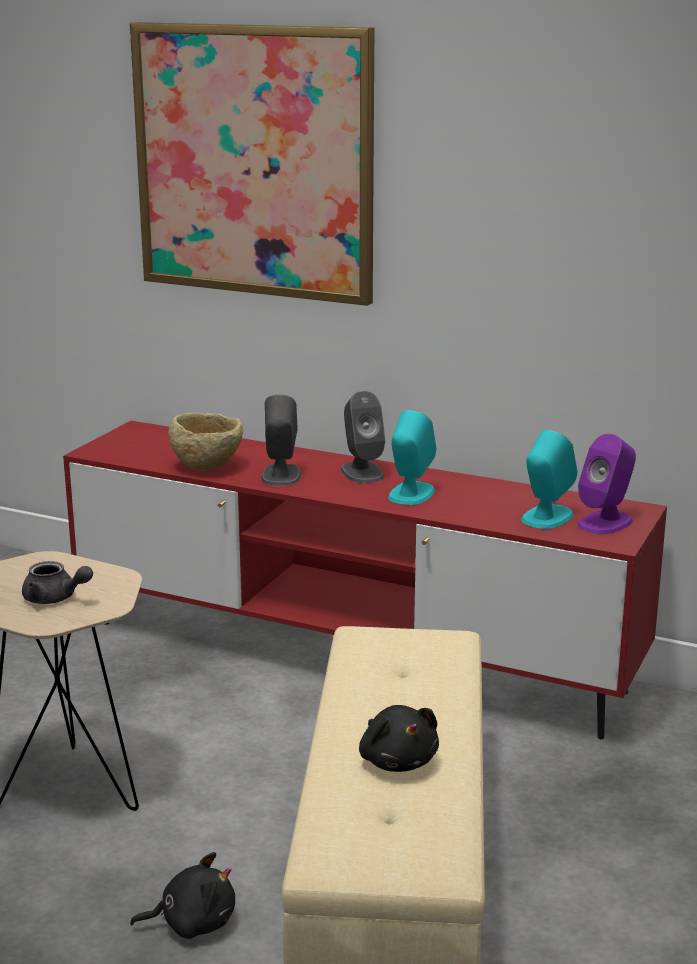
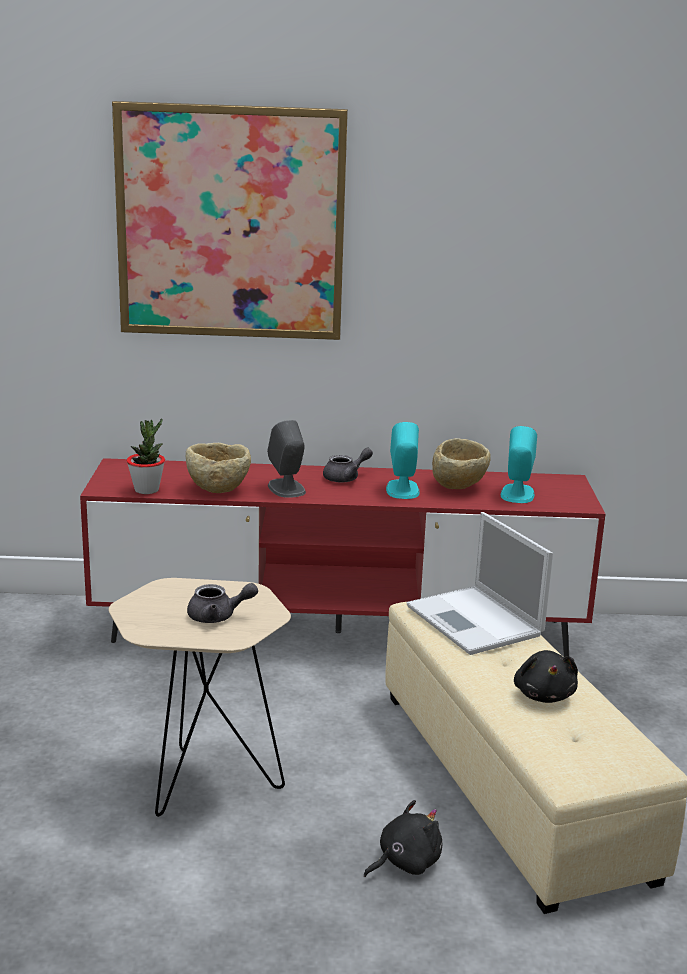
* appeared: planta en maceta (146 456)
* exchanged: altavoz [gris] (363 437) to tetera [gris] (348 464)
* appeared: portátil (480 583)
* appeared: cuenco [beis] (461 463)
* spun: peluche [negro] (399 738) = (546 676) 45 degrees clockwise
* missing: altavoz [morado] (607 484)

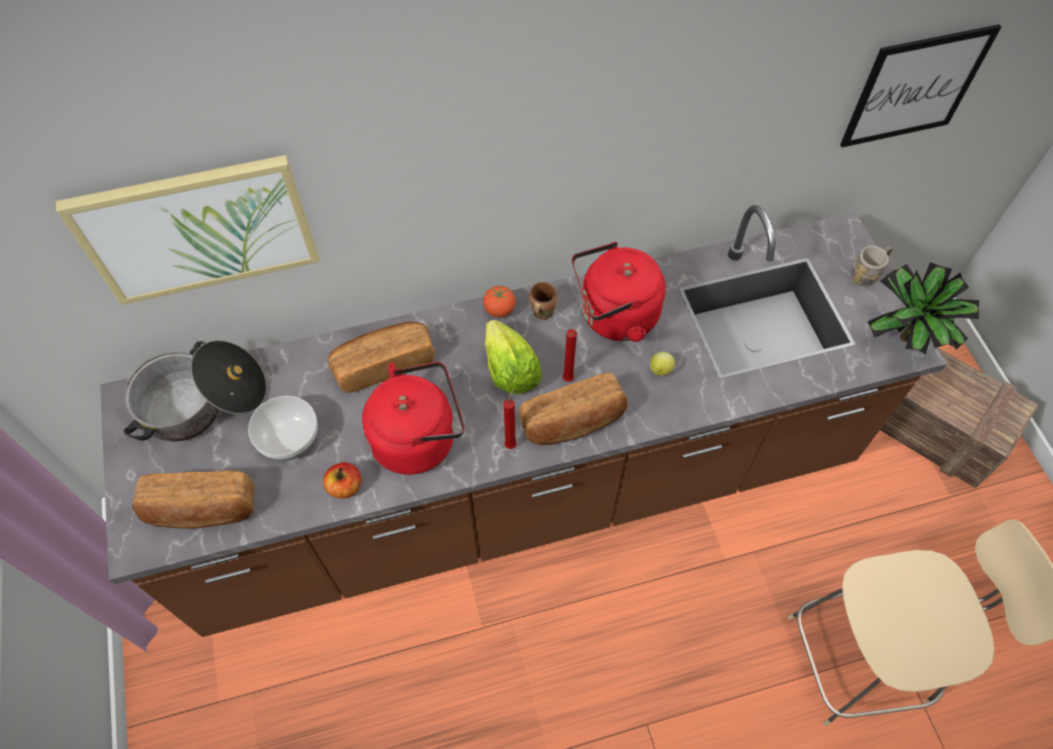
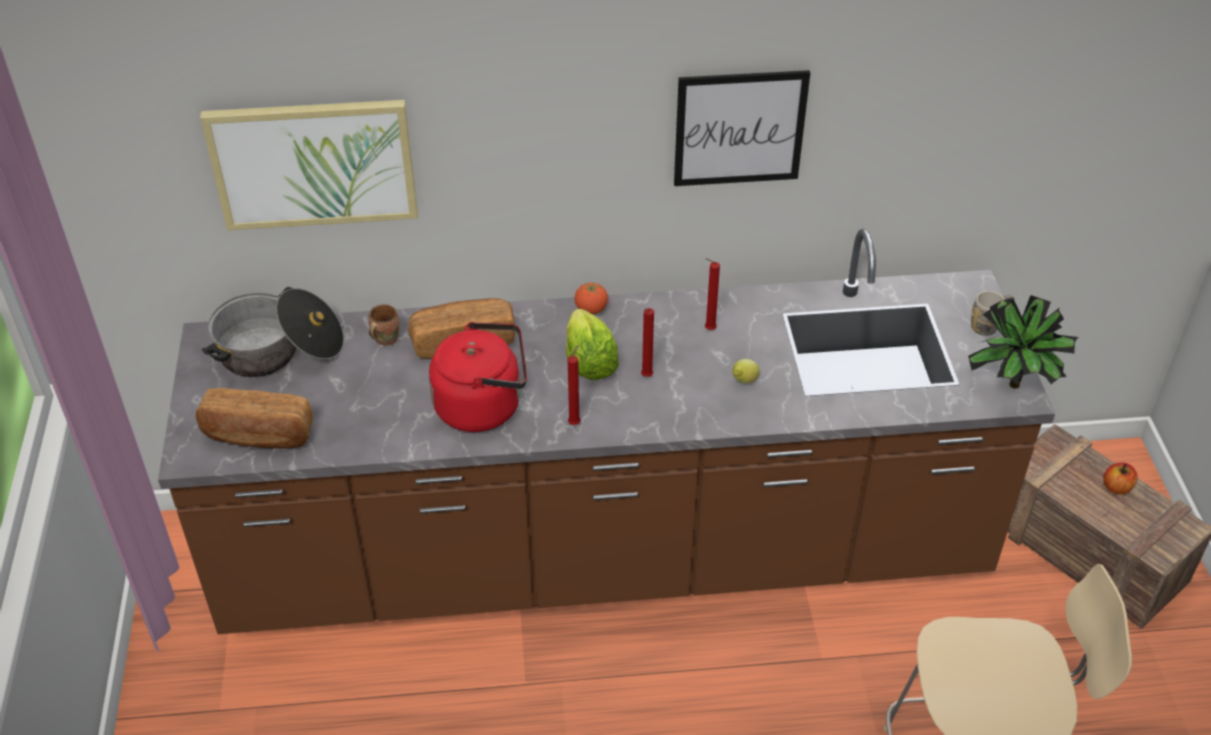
* relocated: taza grande [marrón] (543 300) to (384 325)
* relocated: cuadro (920 85) to (742 128)
* exchanged: hervidor [rojo] (619 292) to vela [rojo] (712 294)
* relocated: manzana (342 480) to (1120 478)
* missing: cuenco (283 428)
* missing: pan (573 409)

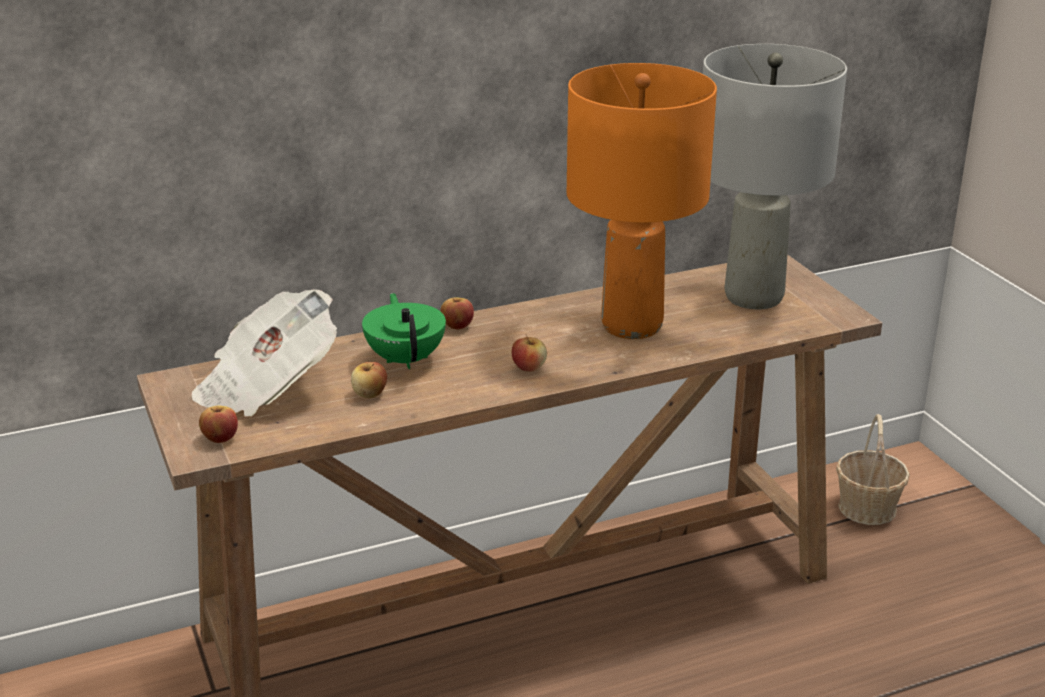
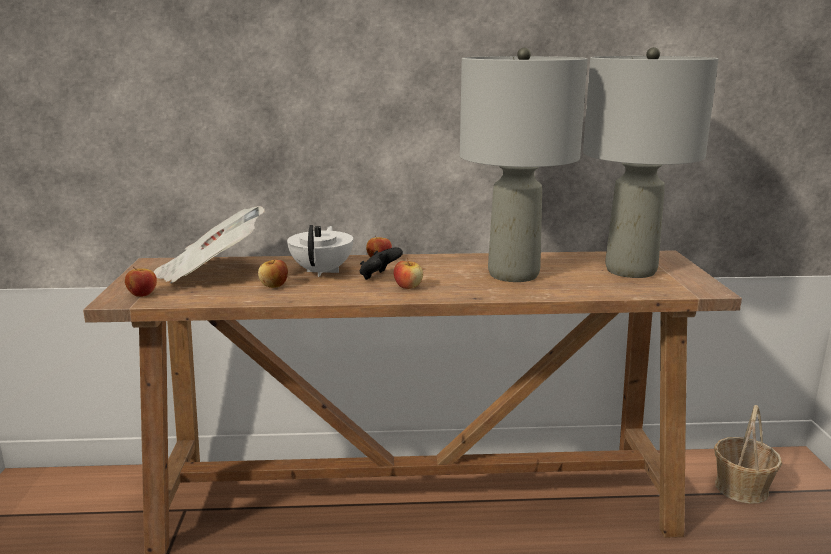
* colour: tetera [verde] (404 331) to tetera [blanco] (320 251)
* appeared: mando de consola [negro] (381 263)
* colour: lámpara de mesa [naranja] (642 201) to lámpara de mesa [gris] (524 165)

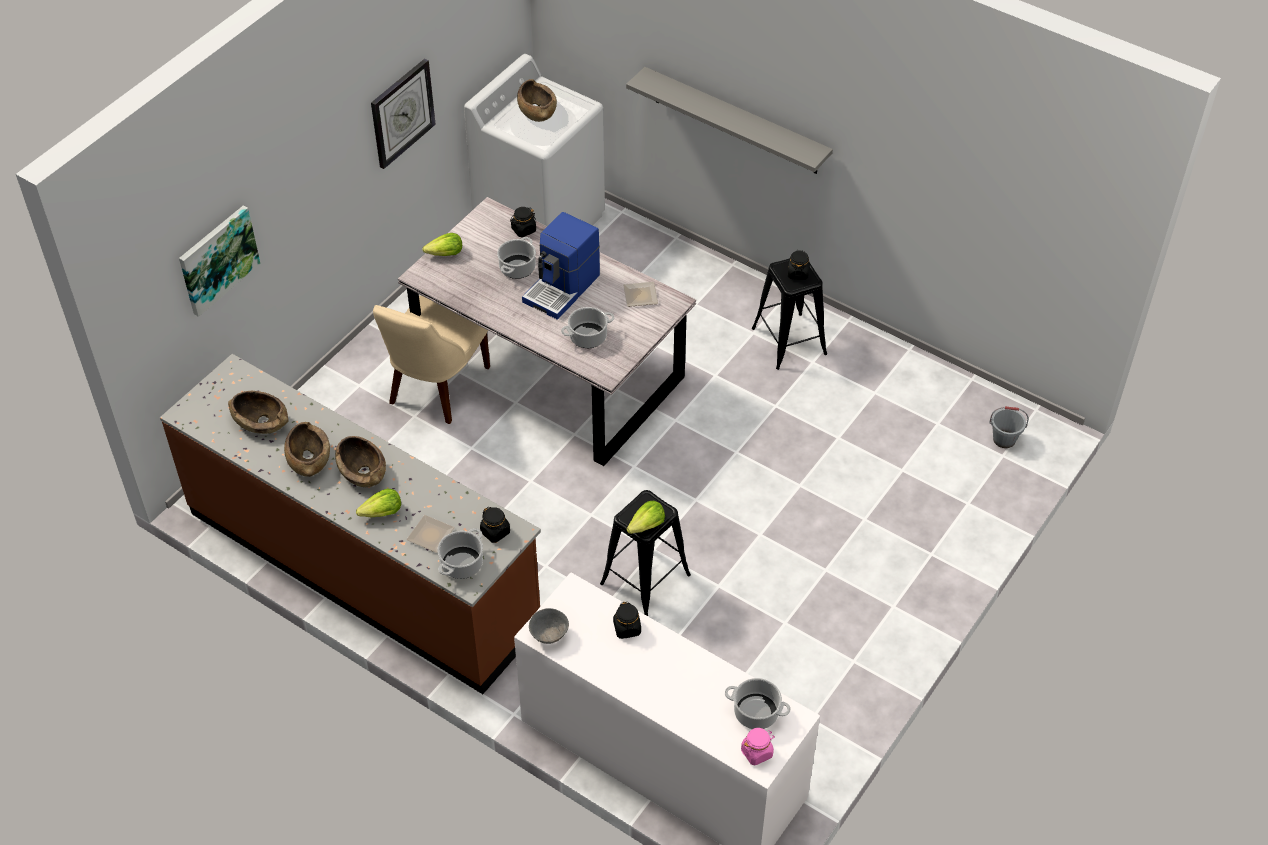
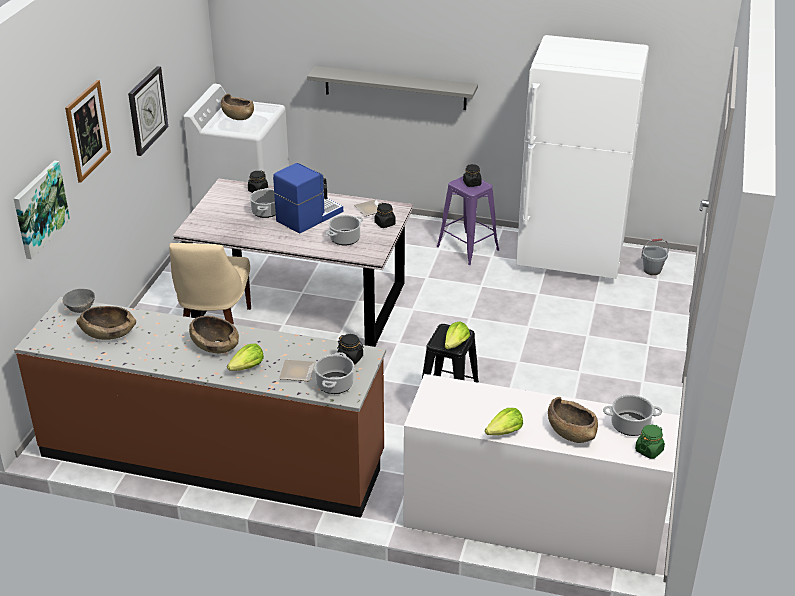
* relocated: cuenco [gris] (549 626) to (79 301)
* appeared: cuadro (88 131)
* spun: cafetera (561 266) = (308 198) 150 degrees counterclockwise
* relocated: tarro [negro] (627 620) to (385 215)
* colour: taburete [negro] (789 314) to taburete [morado] (468 220)
* relocated: lechuga (442 244) to (504 421)
* appeared: nevera [blanco] (582 157)
* relocated: cuenco [marrón] (307 449) to (573 420)
* colour: tarro [rosa] (758 747) to tarro [verde] (650 442)

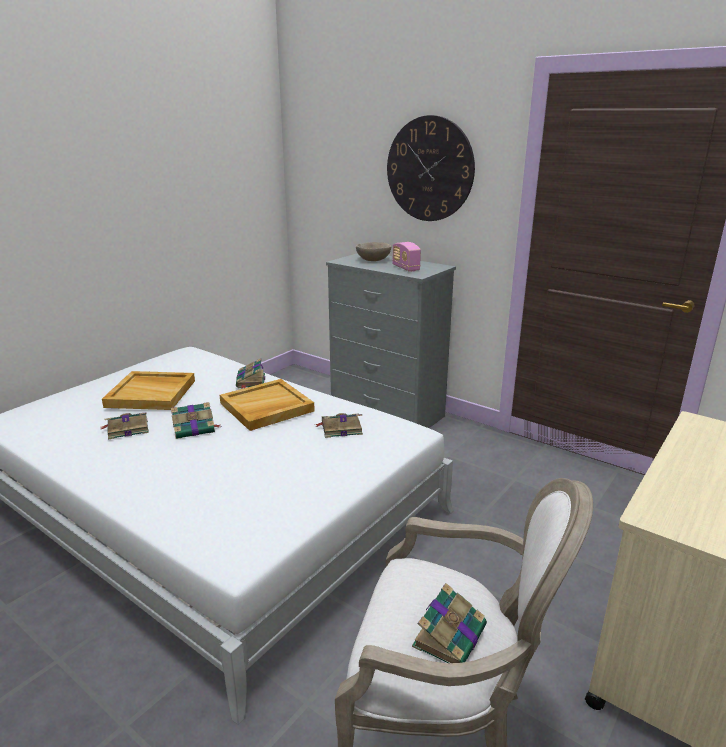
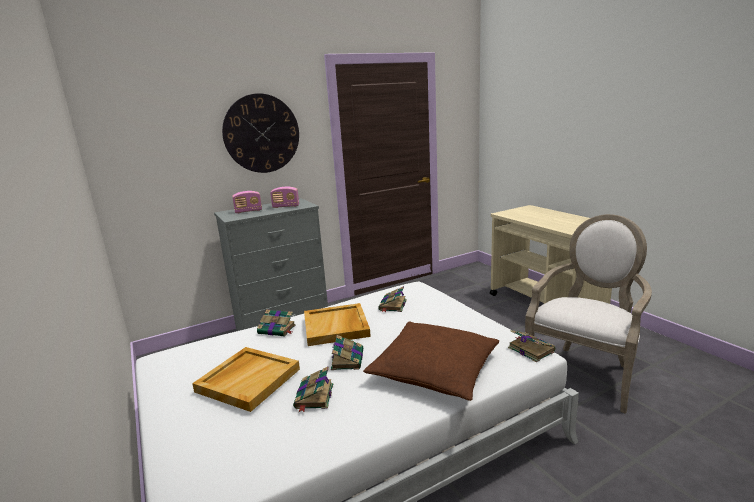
* exchanged: cuenco [beis] (373 251) to radio (247 202)
* appeared: cojín [marrón] (431 361)
* relocated: libro (449 623) to (531 346)

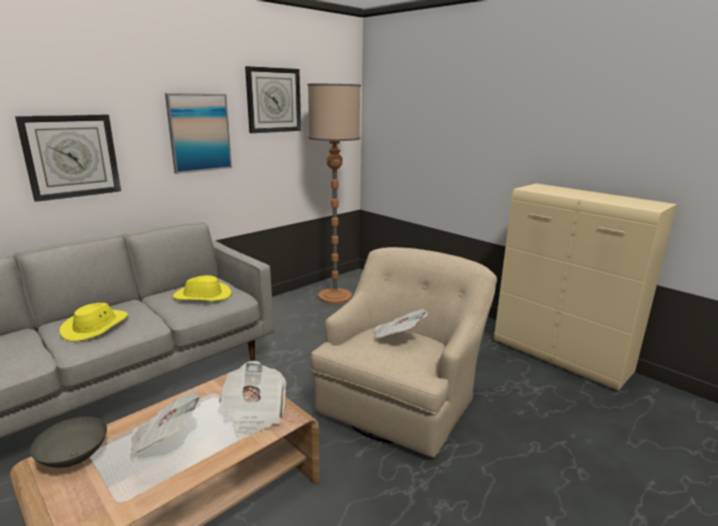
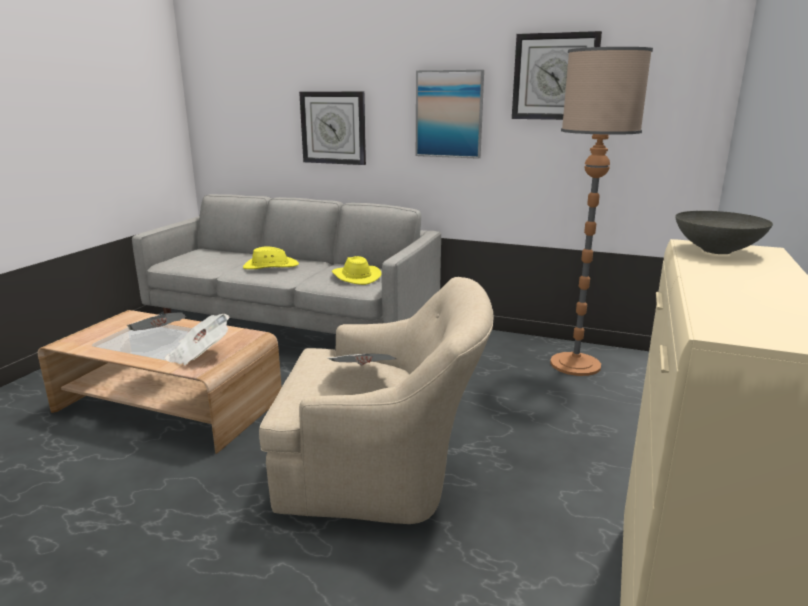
* relocated: cuenco [gris] (68 442) to (724 232)

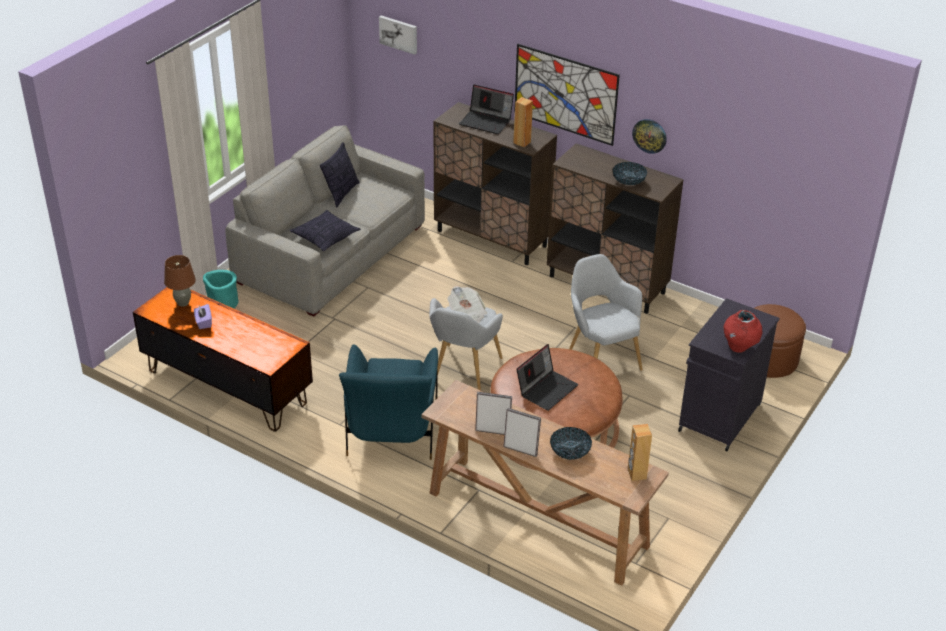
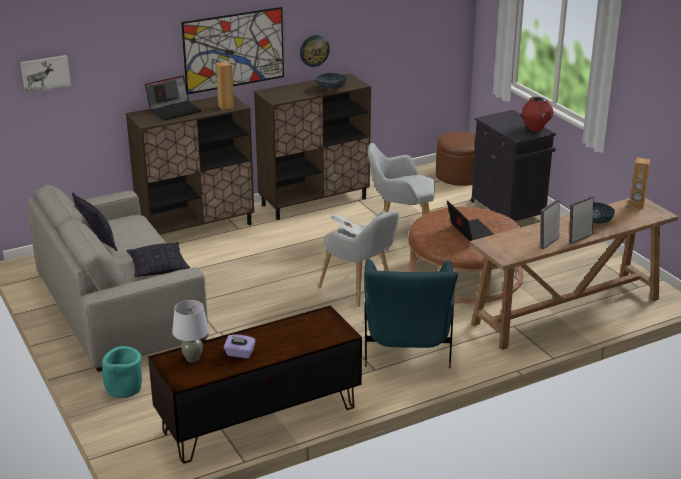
* colour: lámpara de mesa [marrón] (180 281) to lámpara de mesa [gris] (190 331)
* spun: sillón [azul] (388 402) = (411 314) 60 degrees clockwise

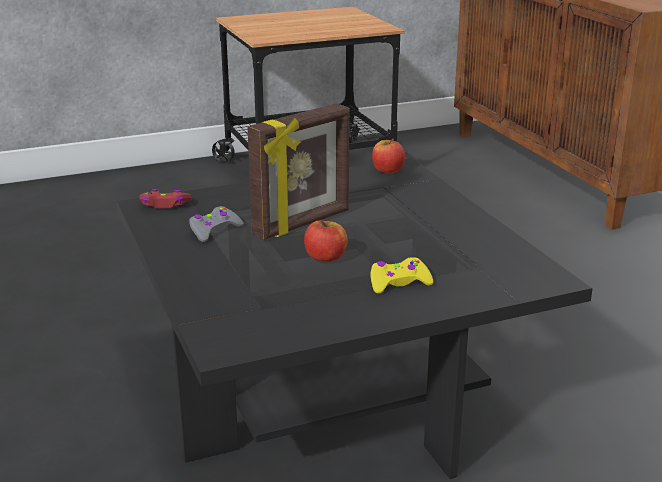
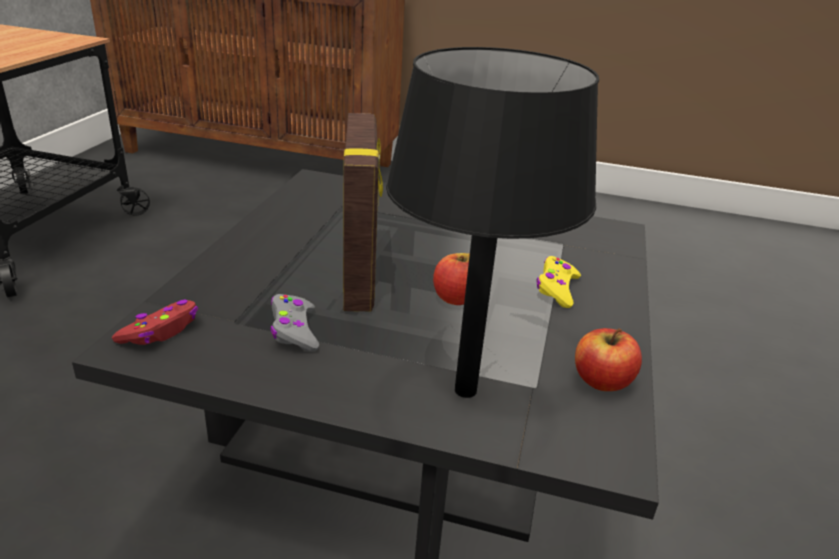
* appeared: lámpara de mesa [negro] (492 222)
* relocated: manzana (388 156) to (608 359)

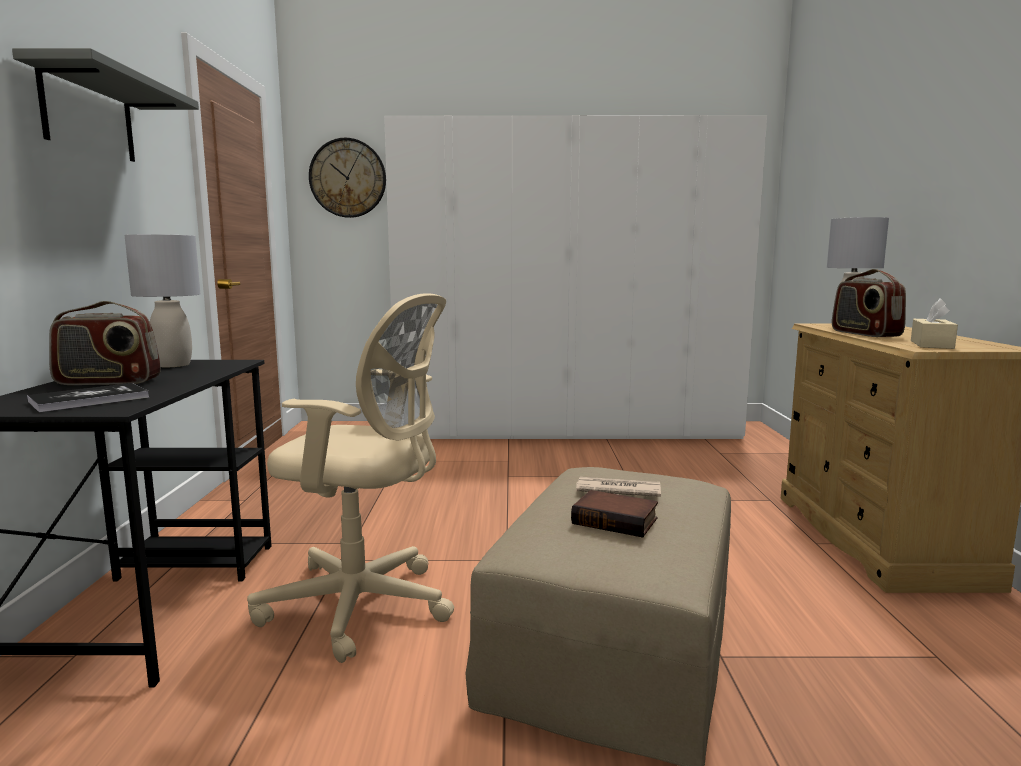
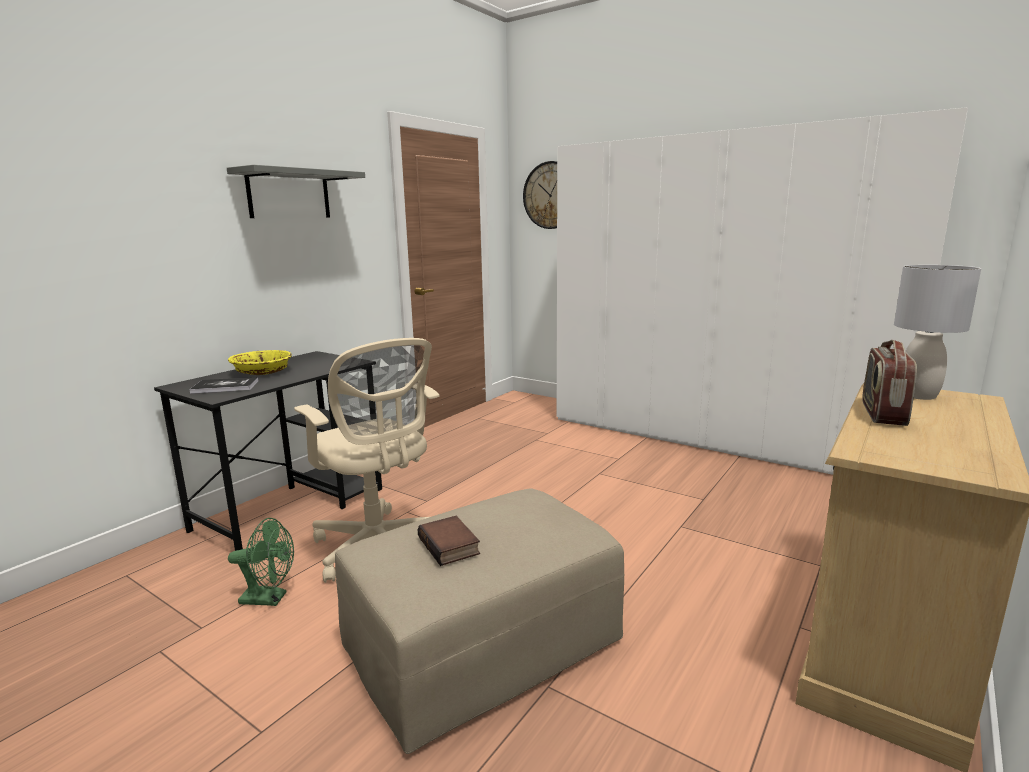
* exchanged: radio (105 343) to cuenco [amarillo] (260 362)
* appeared: ventilador [verde] (261 562)
* missing: lámpara de mesa [gris] (162 300)
* missing: periódico (618 487)
* missing: caja de pañuelos [beis] (934 324)

